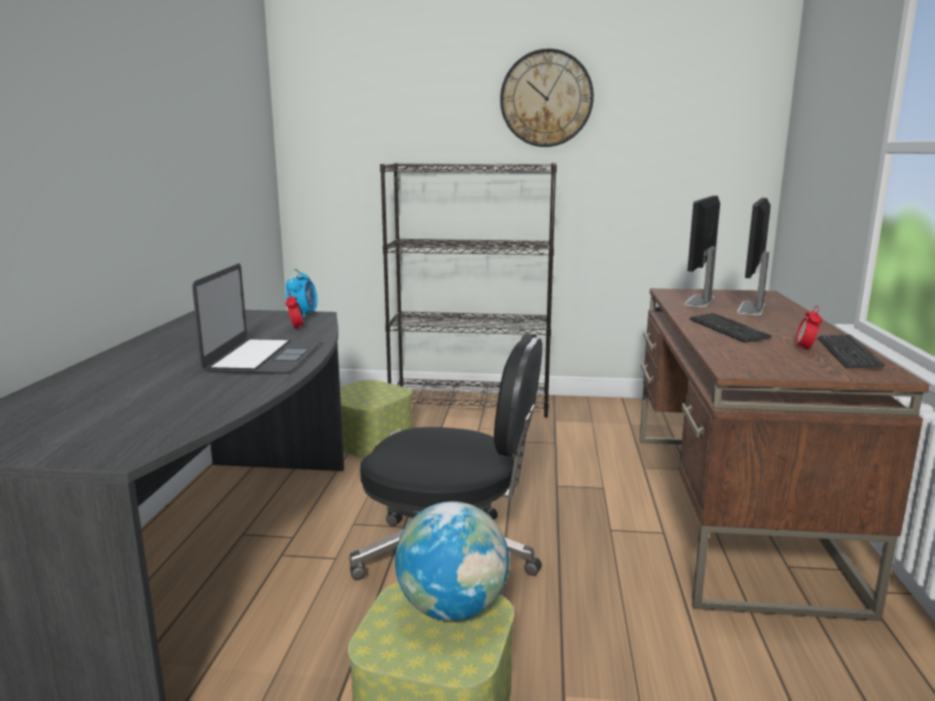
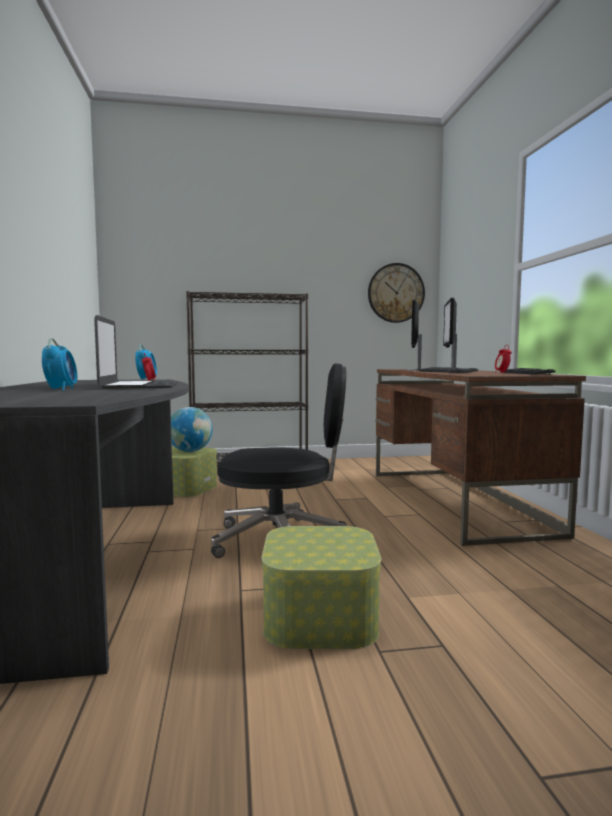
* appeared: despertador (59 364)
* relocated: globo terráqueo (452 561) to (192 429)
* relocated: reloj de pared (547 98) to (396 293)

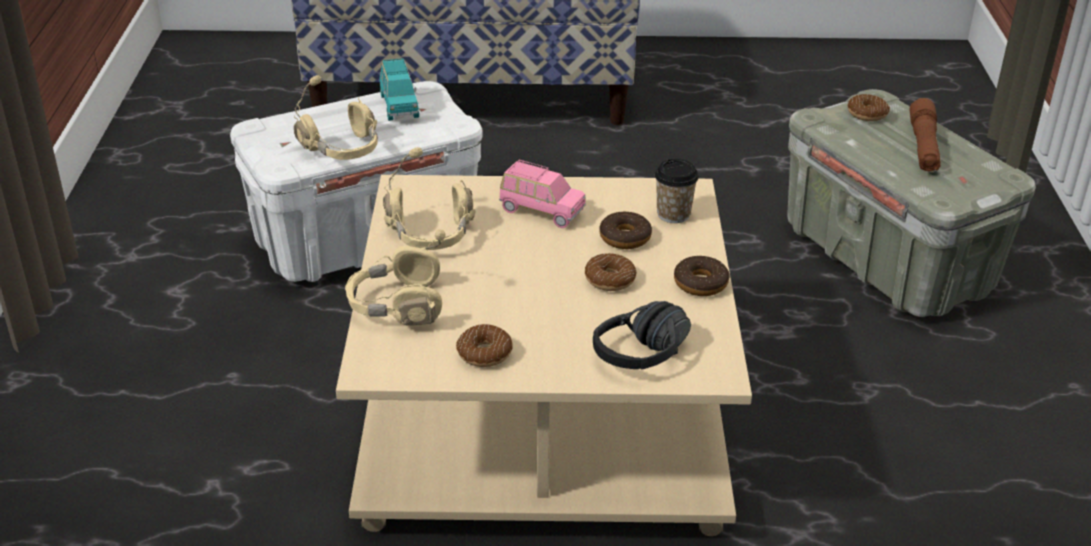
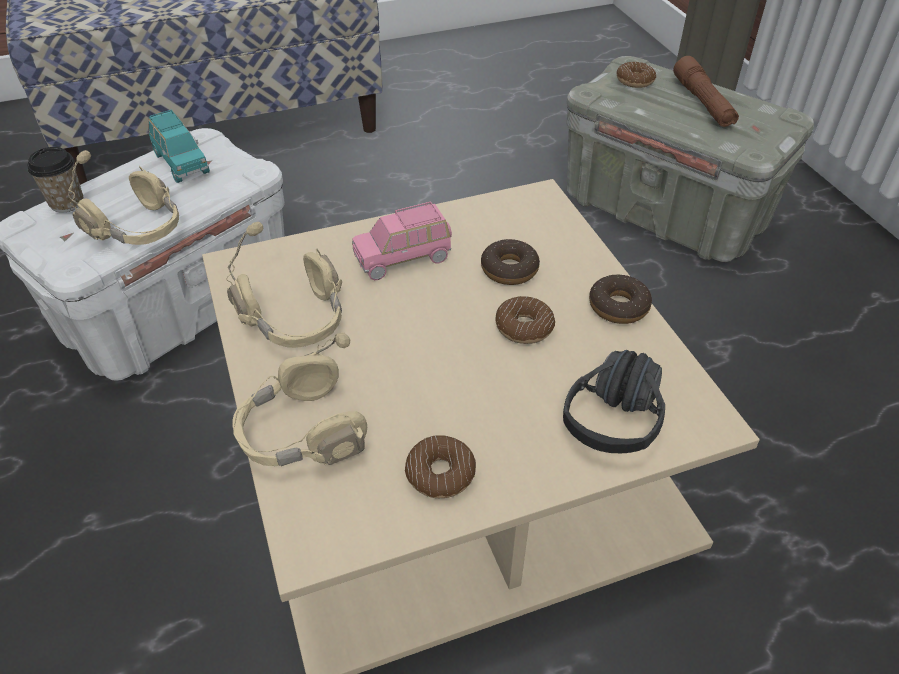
* relocated: taza (677 191) to (55 180)
* spun: coche de juguete [rosa] (542 194) = (402 240) 150 degrees clockwise

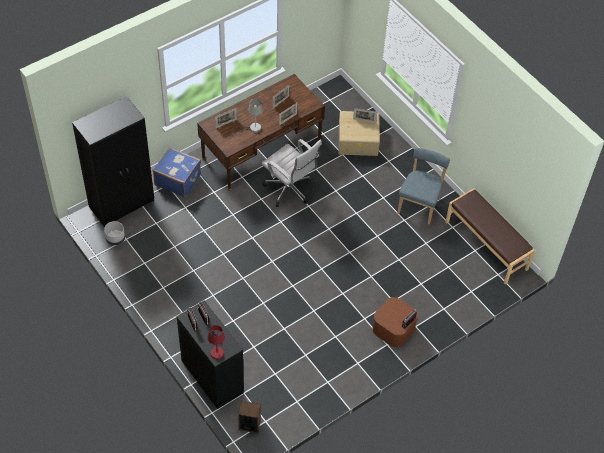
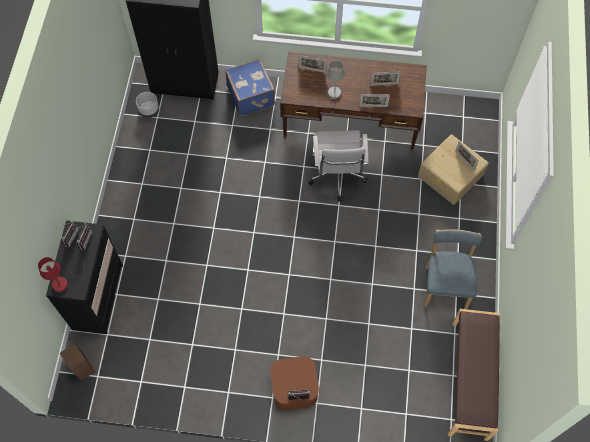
* spun: silla [azul] (423 186) = (453 269) 60 degrees counterclockwise

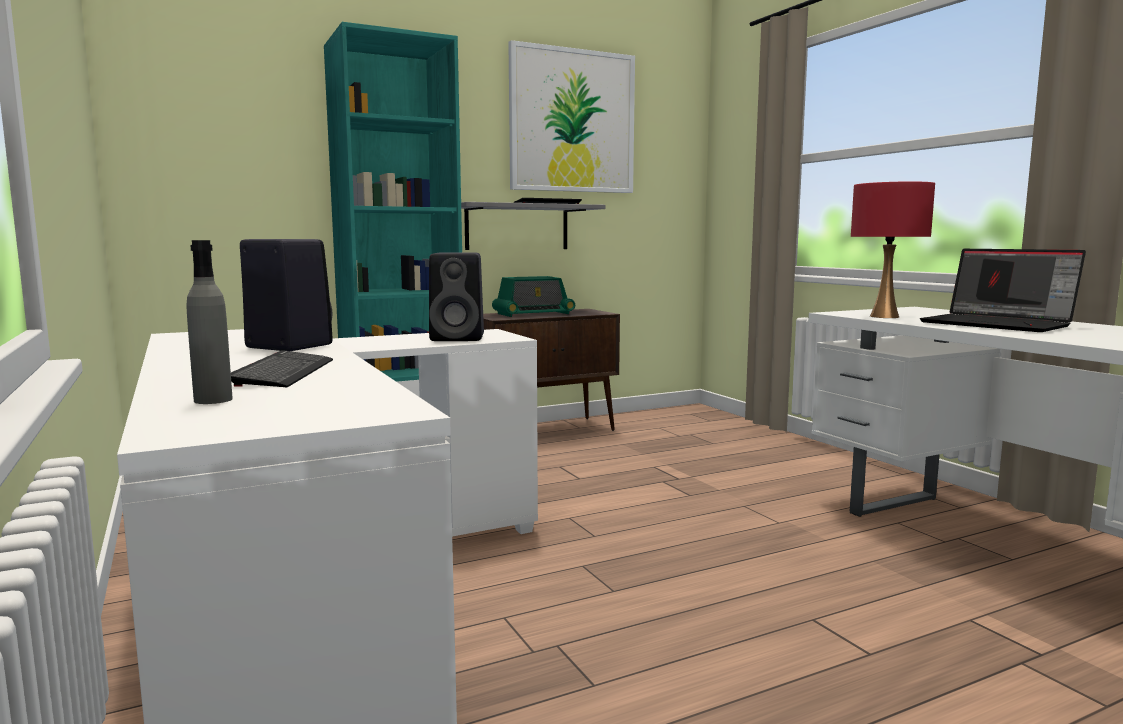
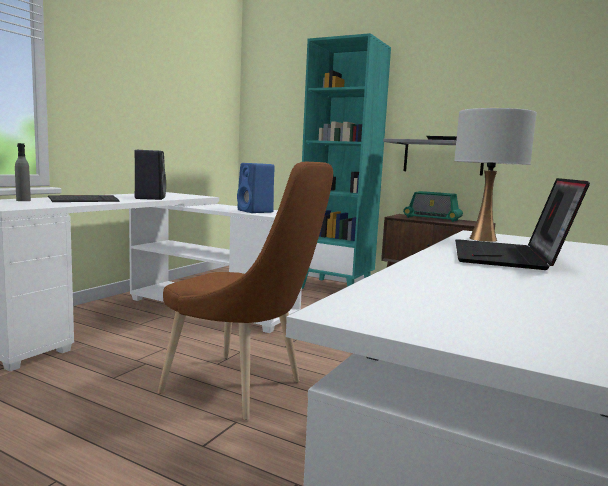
* appeared: silla [marrón] (245 291)
* colour: altavoz [negro] (456 296) to altavoz [azul] (256 188)
* colour: lámpara de mesa [rojo] (893 249) to lámpara de mesa [blanco] (495 175)
* missing: cuadro (571 116)

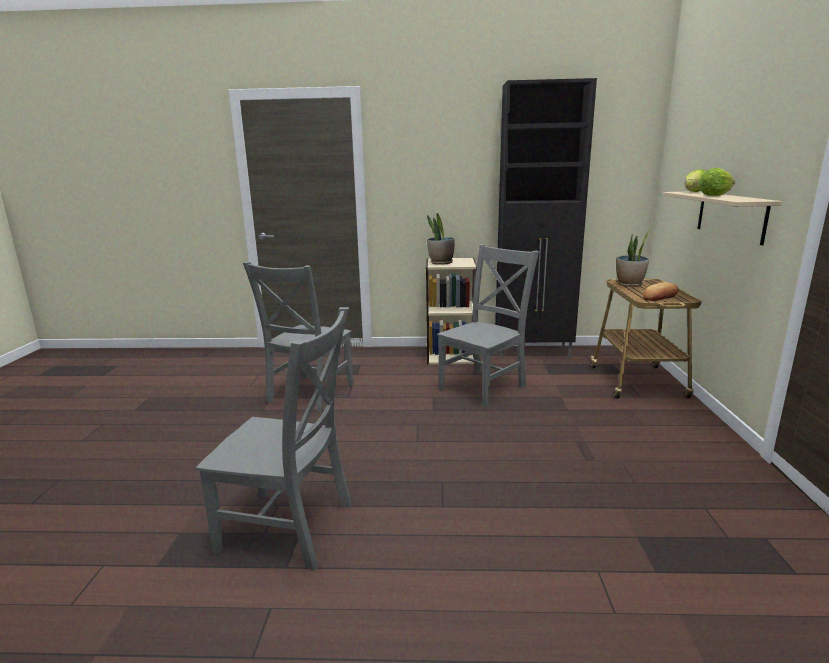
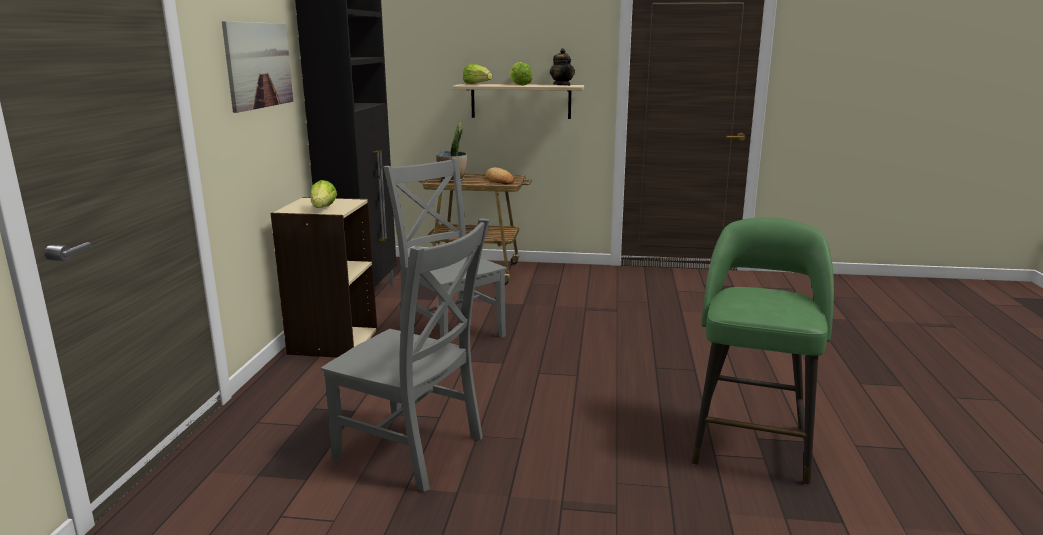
* appeared: cuadro (257 67)
* exchanged: planta en maceta (441 239) to lechuga (324 194)
* appeared: tetera (562 67)
* exchanged: silla [gris] (273 439) to taburete [verde] (763 351)

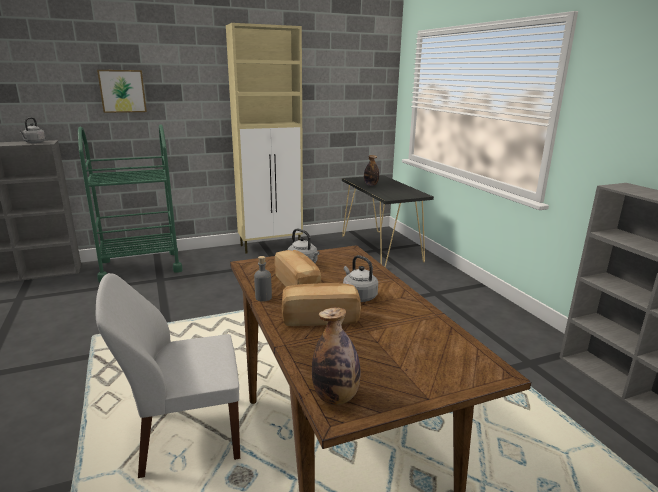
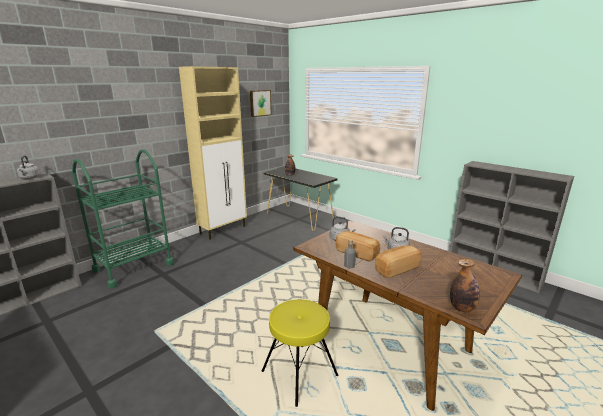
* relocated: cuadro (122 91) to (261 103)
* exchanged: silla [blanco] (168 375) to taburete [amarillo] (300 353)

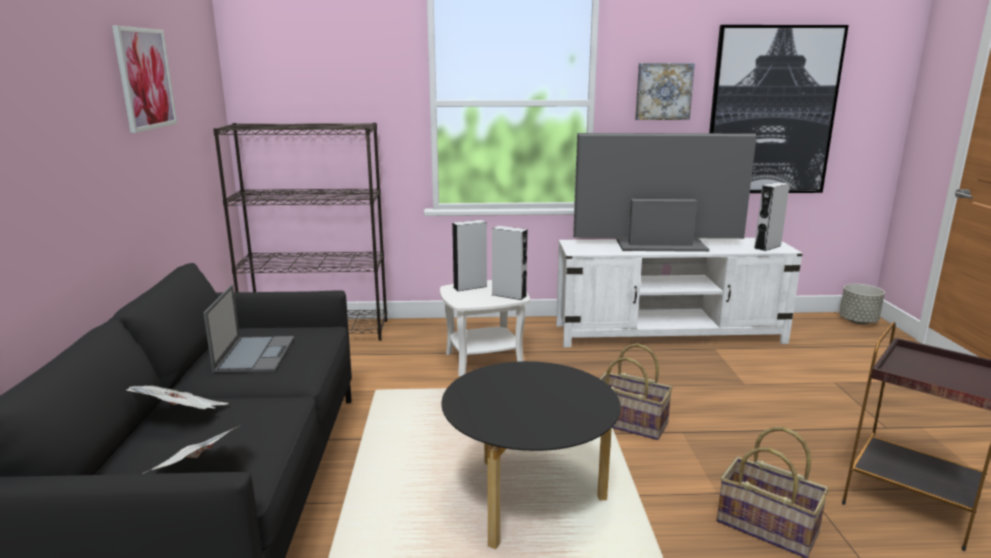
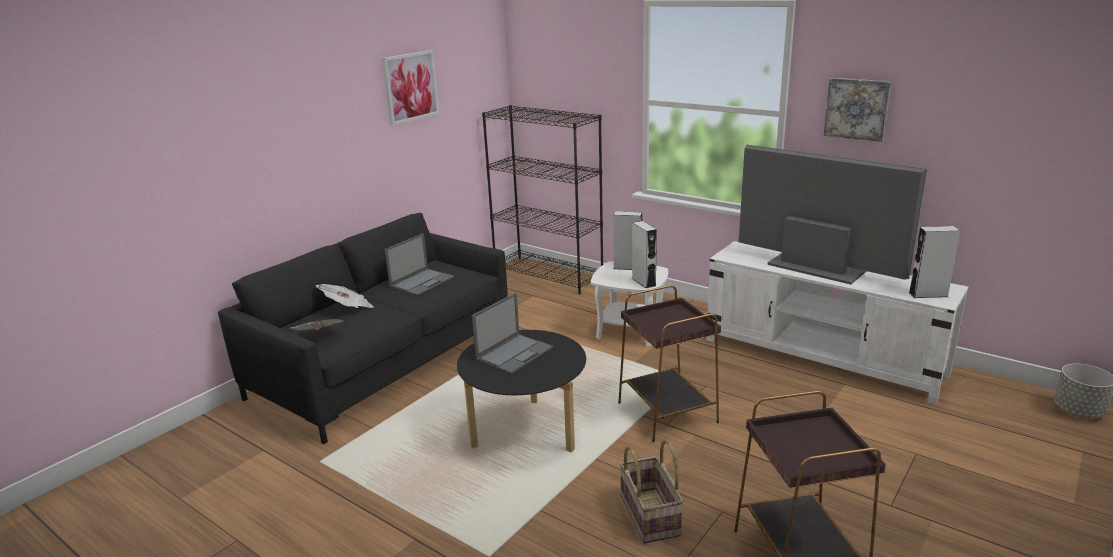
* appeared: portátil (512 333)
* exchanged: cesta (636 391) to mesa auxiliar [marrón] (669 363)
* missing: cuadro (779 109)

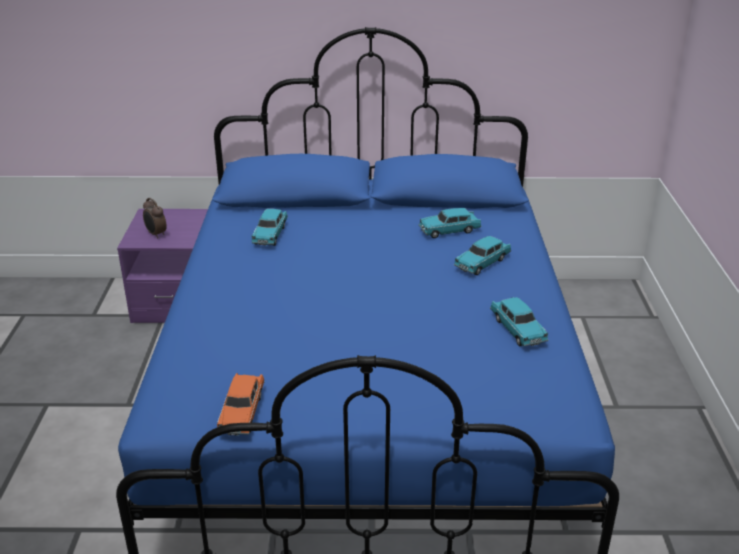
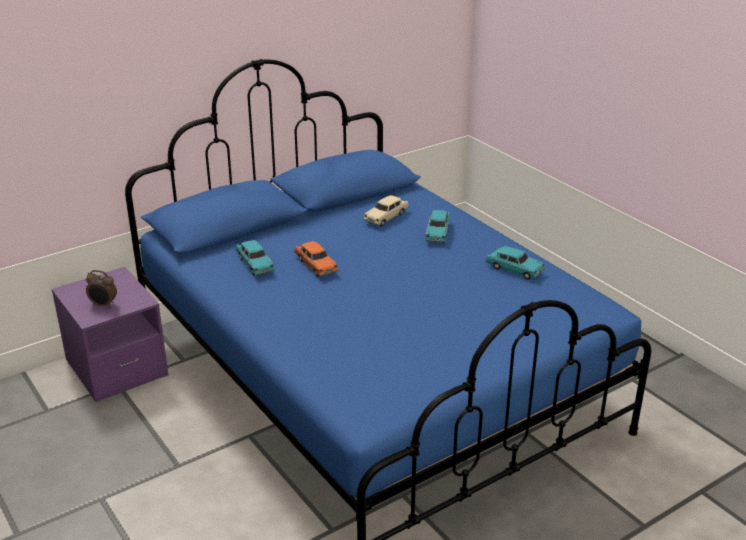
* relocated: coche de juguete [naranja] (240 404) to (316 259)
* colour: coche de juguete [turquesa] (450 223) to coche de juguete [beis] (386 210)

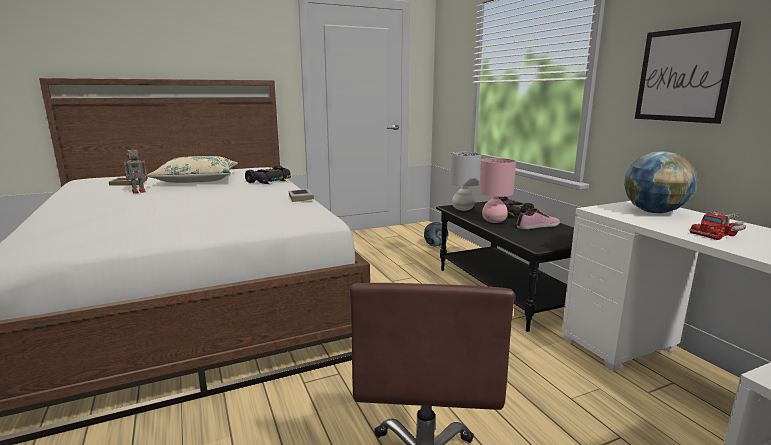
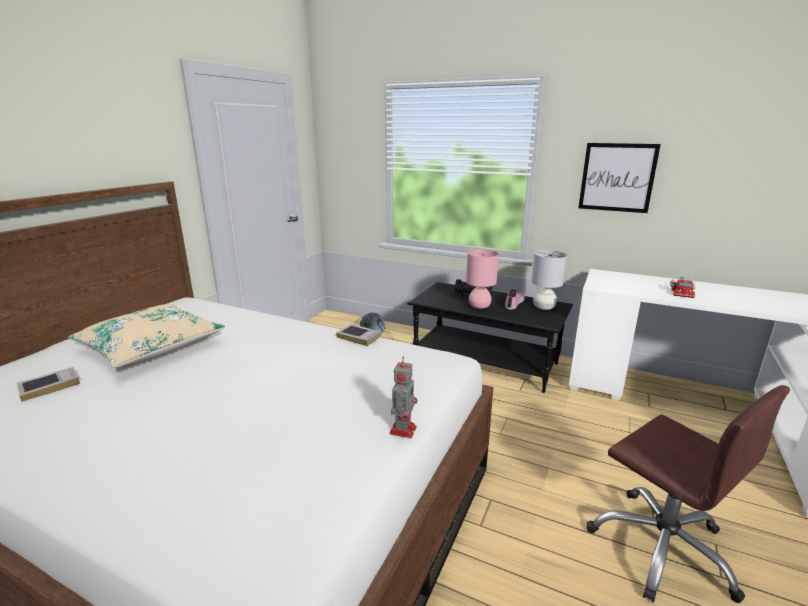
* relocated: robot de juguete (135 169) to (404 397)
* relocated: lámpara de mesa [gris] (465 181) to (549 280)
* missing: coche de juguete (268 174)
* missing: globo terráqueo (660 182)

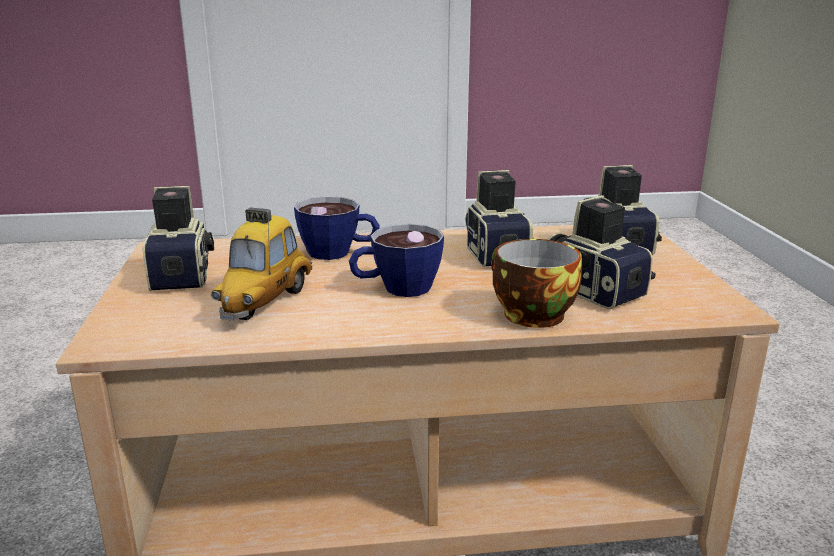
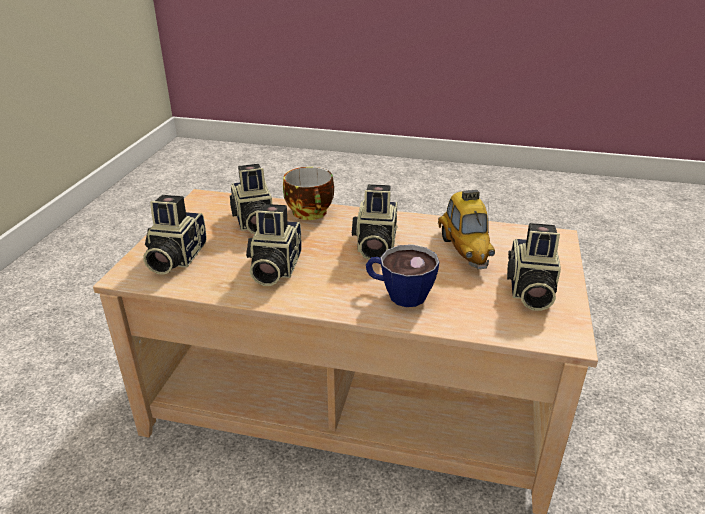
* exchanged: taza (396 260) to cámara (375 222)
* spun: coche de juguete (261 264) = (466 229) 135 degrees clockwise

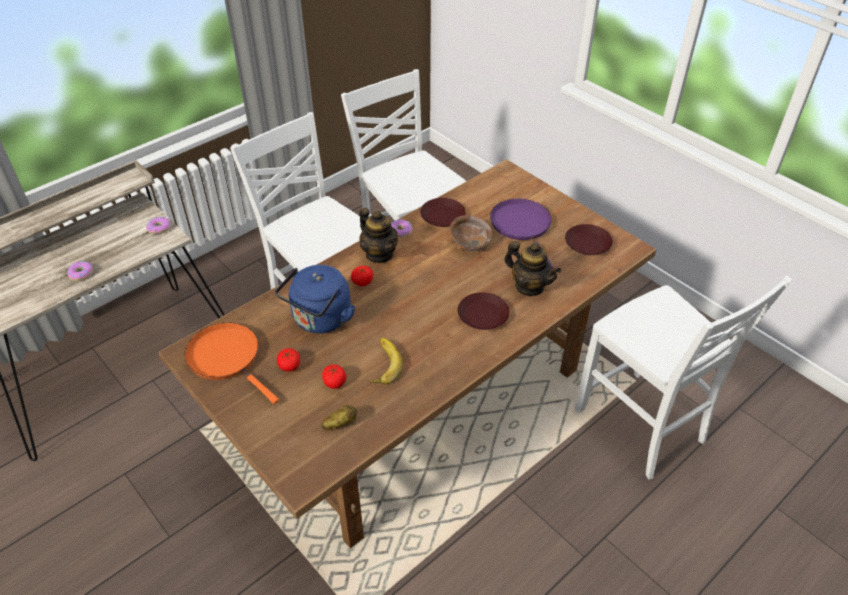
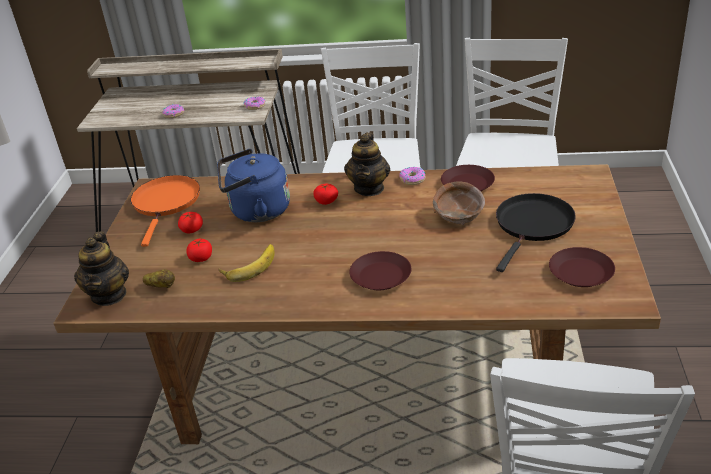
* relocated: tetera (532 268) to (101 268)
* colour: sartén [morado] (521 233) to sartén [negro] (536 232)

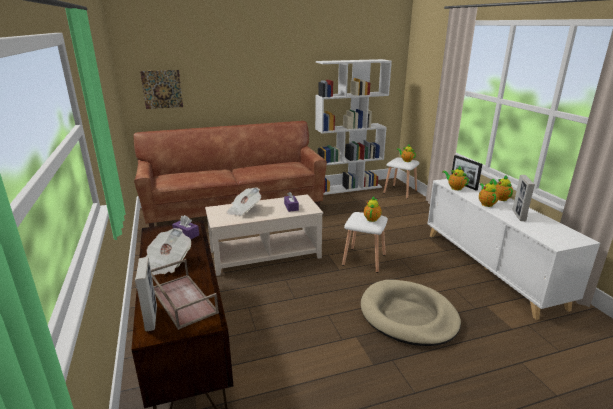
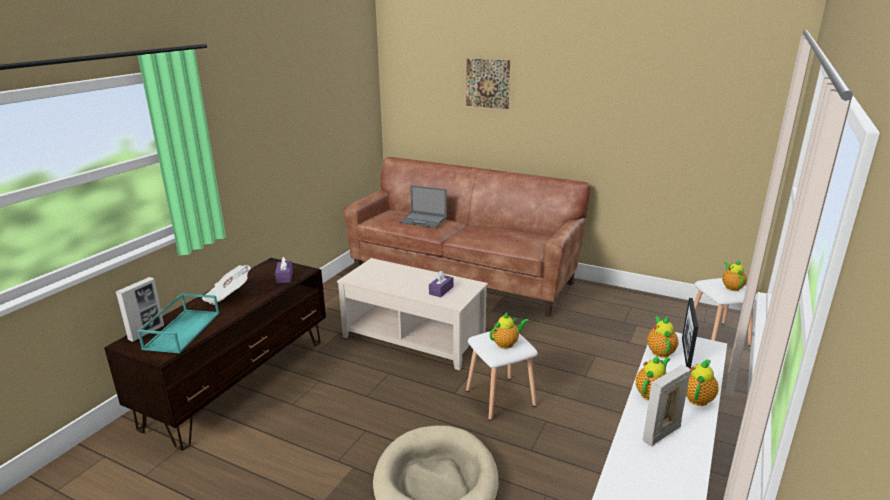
* colour: bandeja [marrón] (185 294) to bandeja [turquesa] (178 323)
* appeared: portátil (423 206)
* relocated: cuadro (161 89) to (488 83)
* missing: periódico (243 201)
* missing: estantería [blanco] (353 127)

